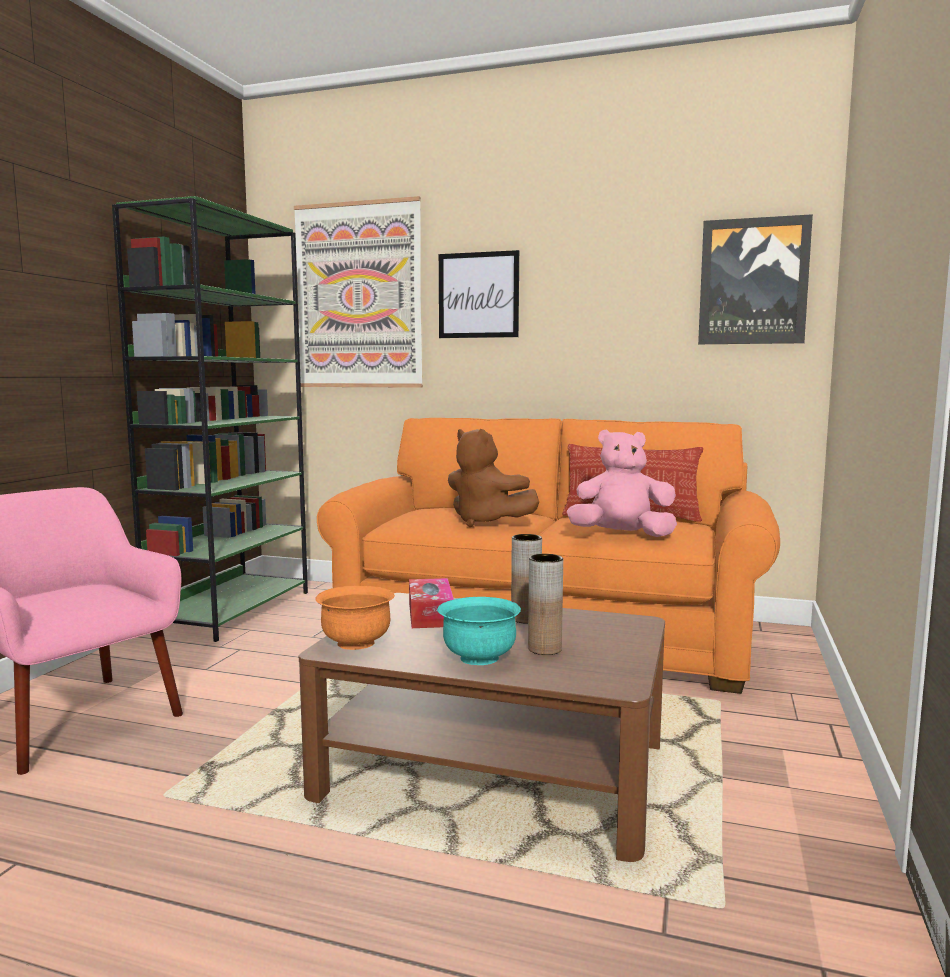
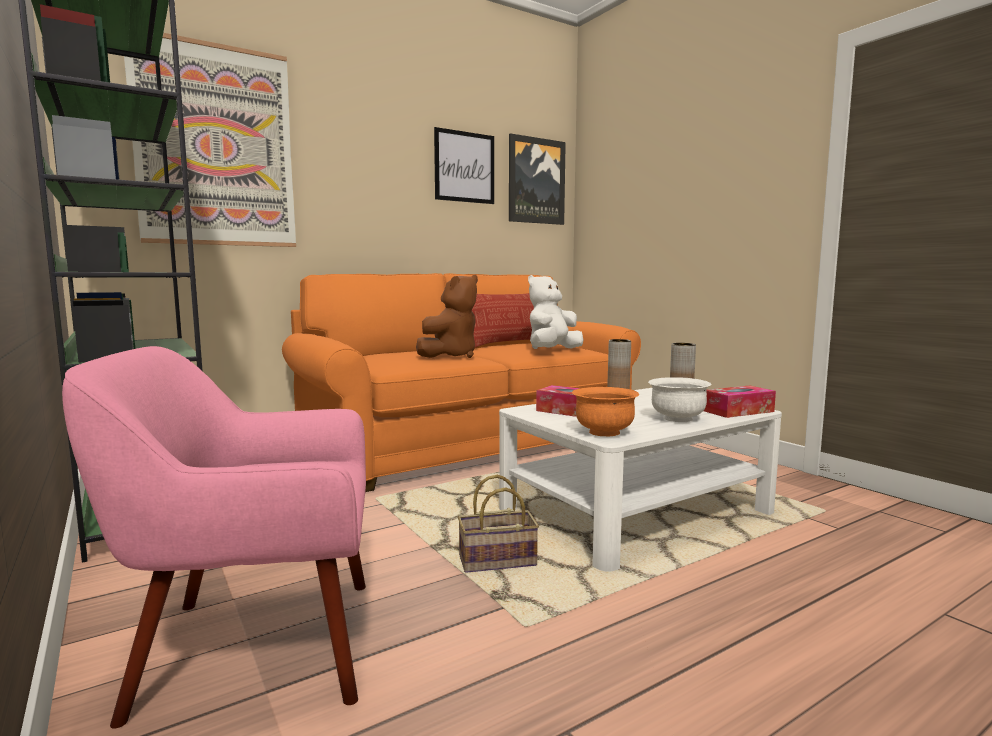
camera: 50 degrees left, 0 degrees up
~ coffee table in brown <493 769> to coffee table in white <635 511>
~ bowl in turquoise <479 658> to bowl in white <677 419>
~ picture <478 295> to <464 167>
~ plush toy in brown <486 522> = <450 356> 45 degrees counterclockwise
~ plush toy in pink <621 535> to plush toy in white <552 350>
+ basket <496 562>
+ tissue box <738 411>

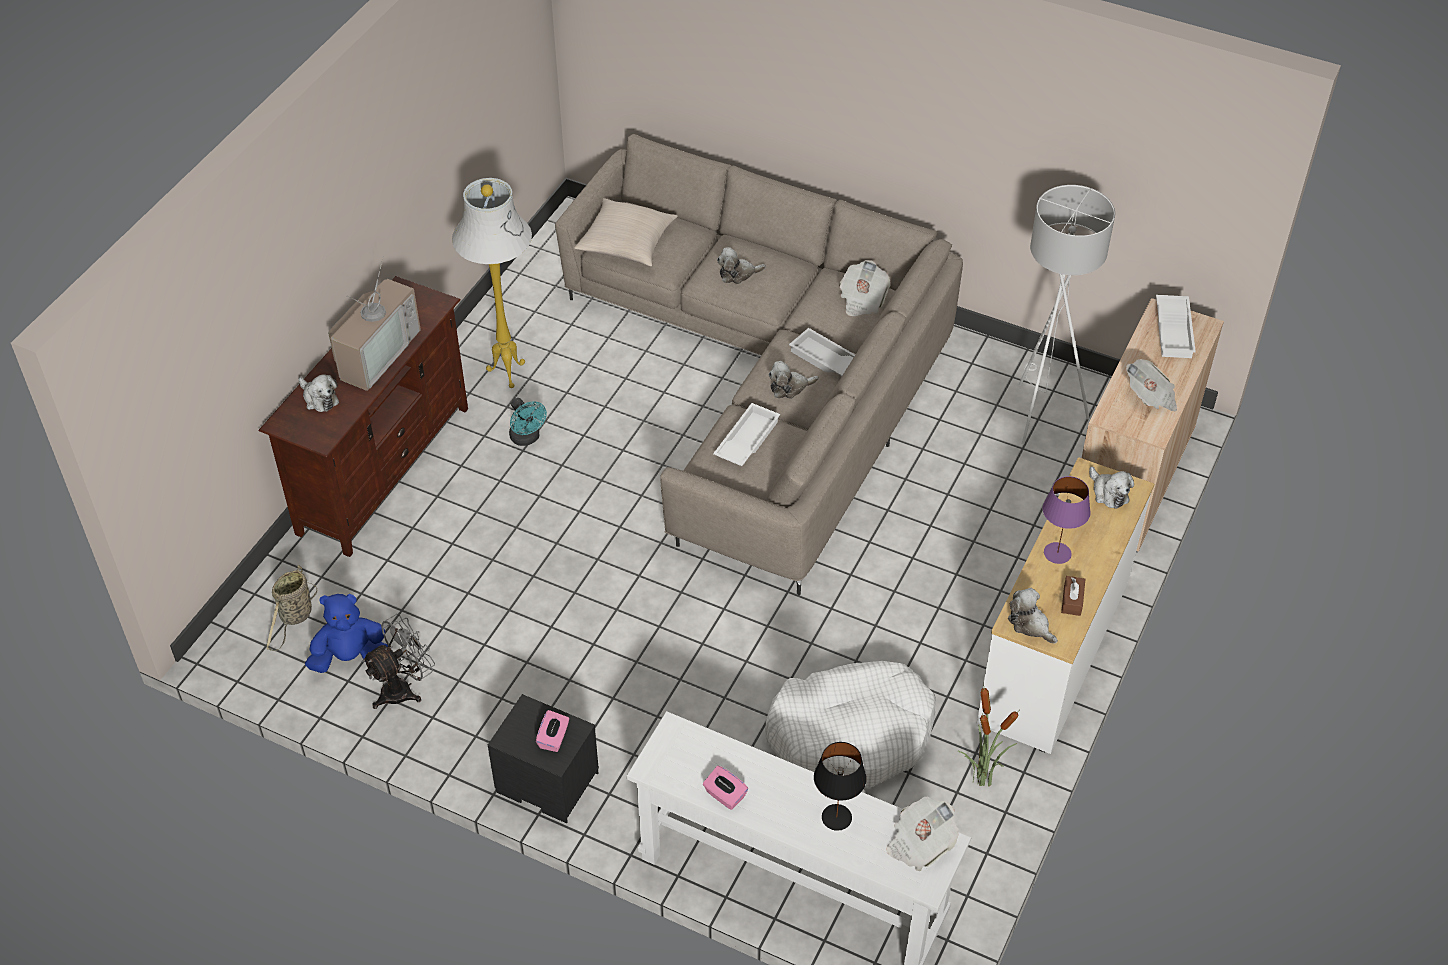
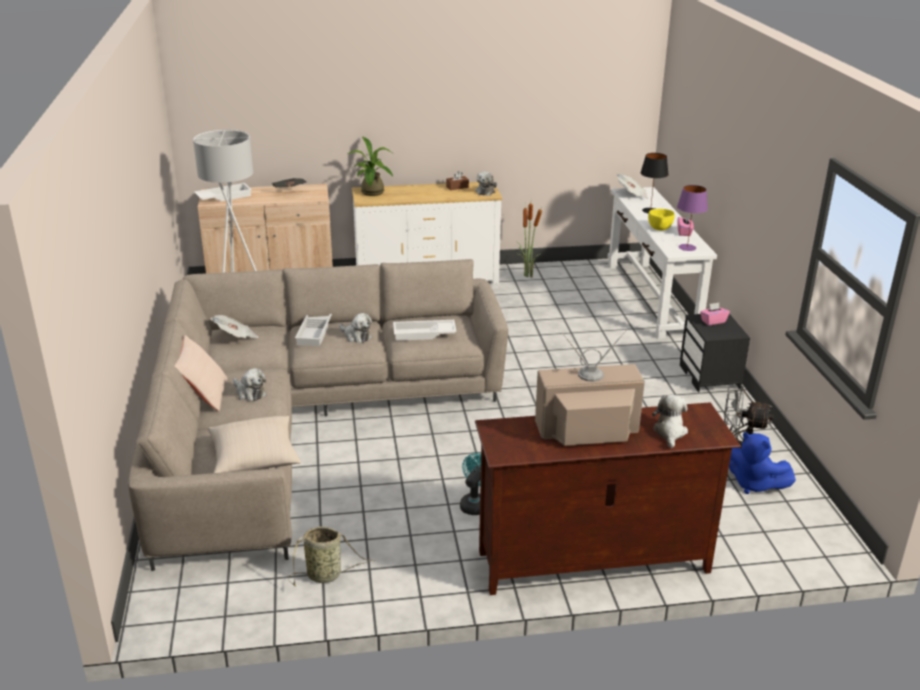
camera: 125 degrees left, 20 degrees down
~ basket <295 617> to <326 575>
- floor lamp in white <508 372>
- dog bed in white <851 734>
~ table lamp in purple <1057 553> to <687 247>
~ plush toy <1108 493> to potted plant <372 193>
+ pillow in beige <204 395>
+ bowl in yellow <660 229>

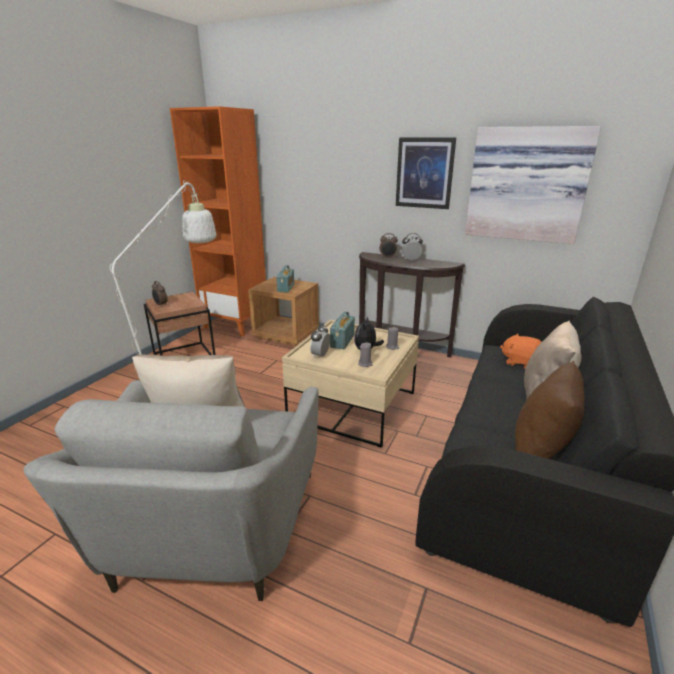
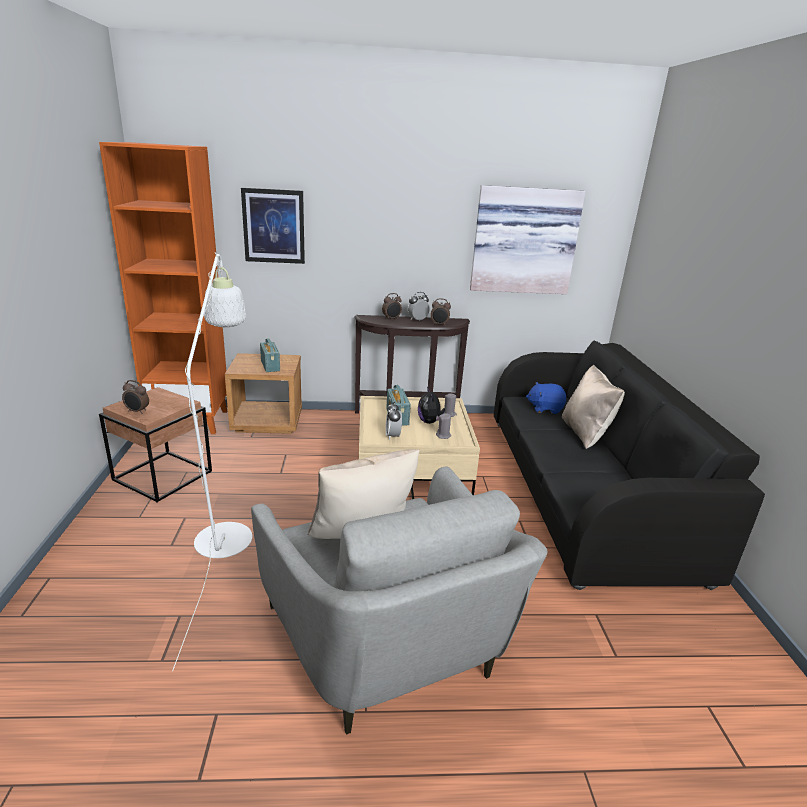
camera: 30 degrees left, 0 degrees up
~ picture <424 173> to <274 226>
~ plush toy in orange <521 362> to plush toy in blue <545 408>
- pillow in brown <540 450>
+ alarm clock <439 325>

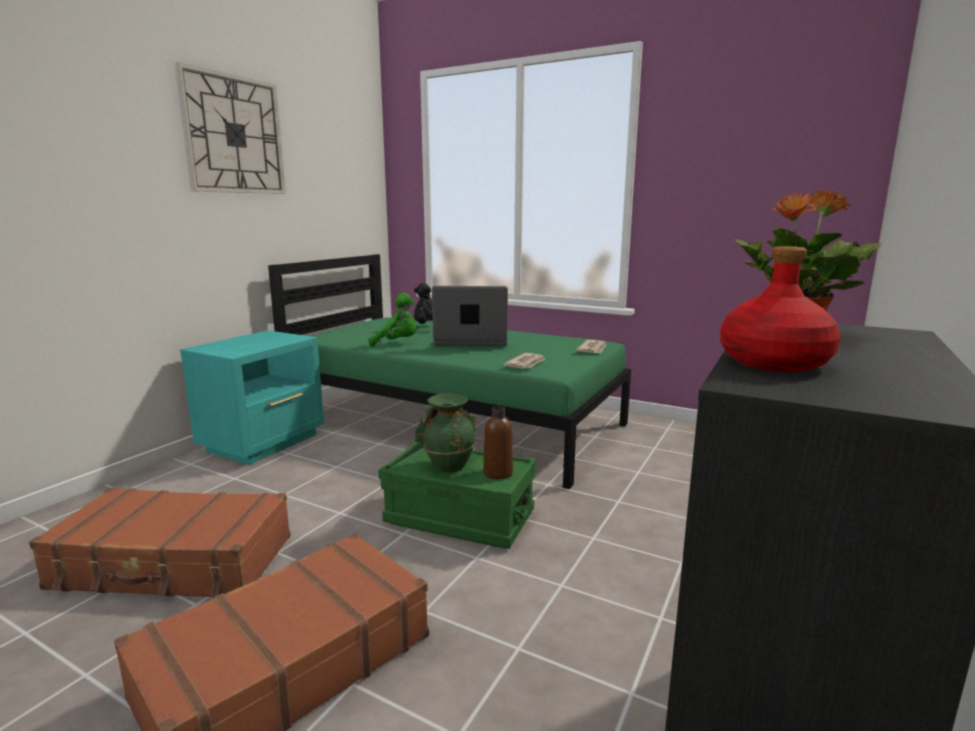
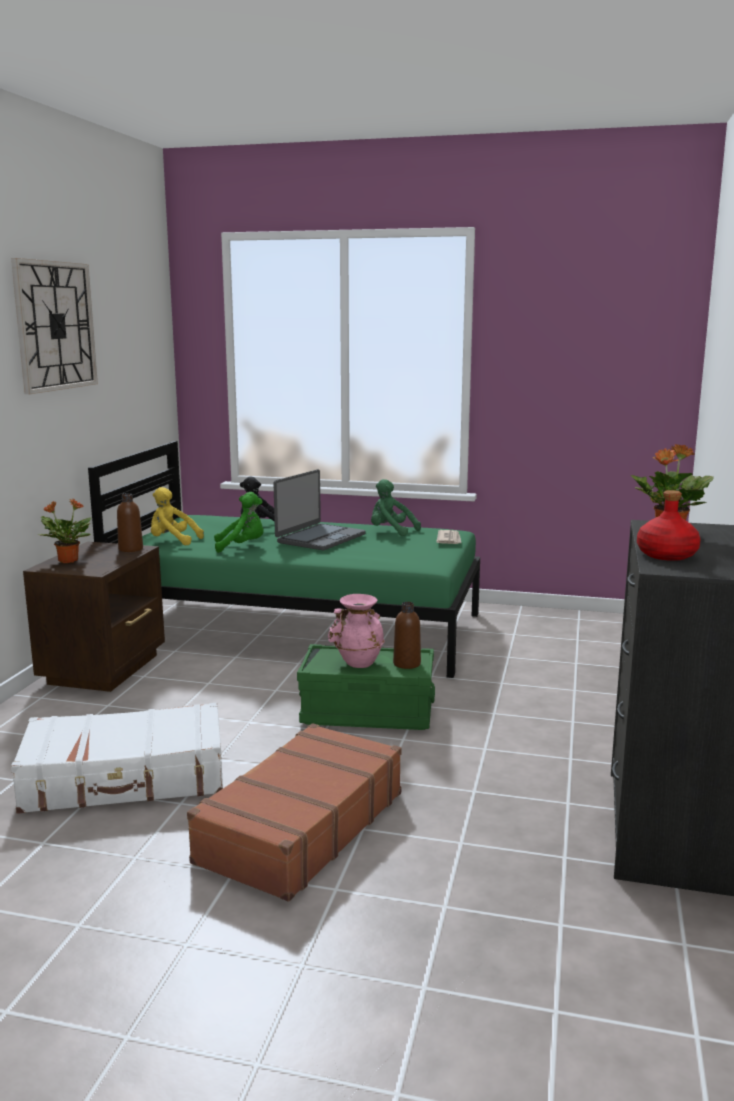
camera: 15 degrees left, 0 degrees up
~ suitcase in brown <174 563> to suitcase in white <126 779>
~ nightstand in turquoise <265 443> to nightstand in brown <106 669>
~ vase in green <448 466> to vase in pink <357 663>
~ laptop <471 340> = <320 538> 135 degrees clockwise
- newspaper <526 363>
+ potted plant <67 560>
+ bottle in brown <130 549>
+ plush toy in yellow <172 541>
+ plush toy in green <391 531>

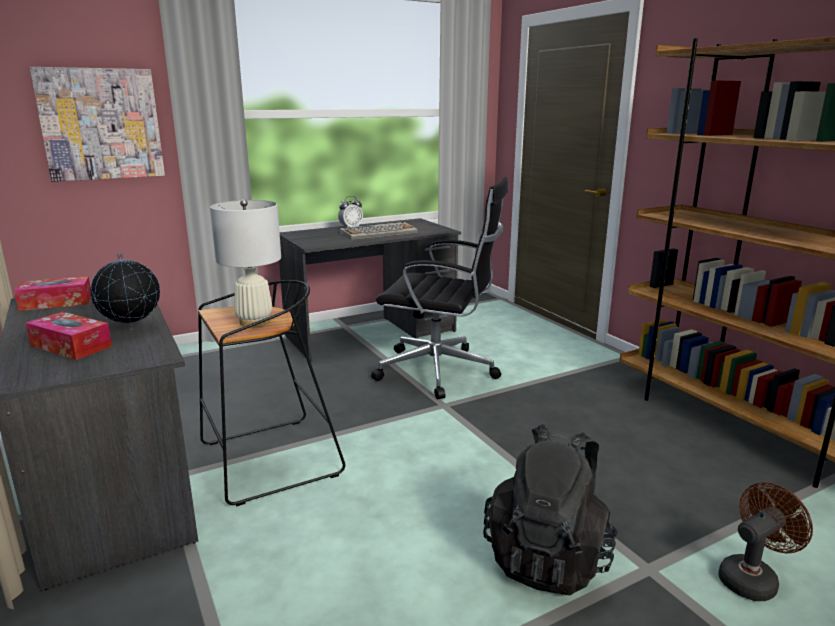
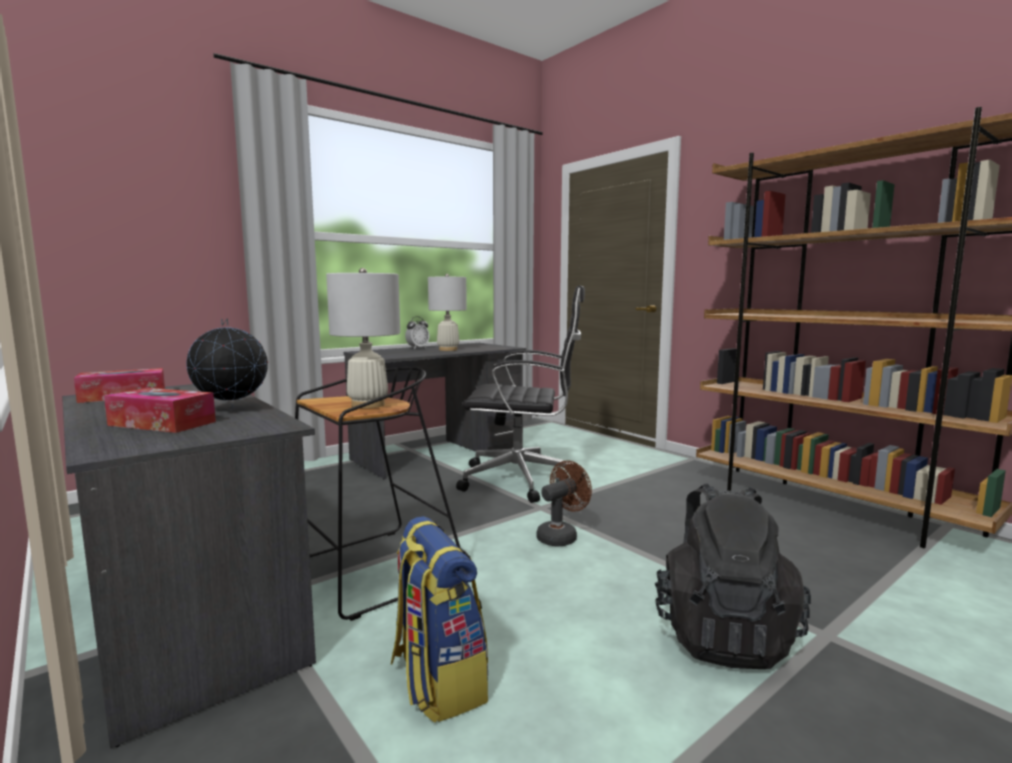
camera: 10 degrees left, 10 degrees down
- picture <101 124>
~ keyboard <379 232> to table lamp in white <448 349>
~ fan in brown <752 578> to <561 536>
+ backpack <437 681>

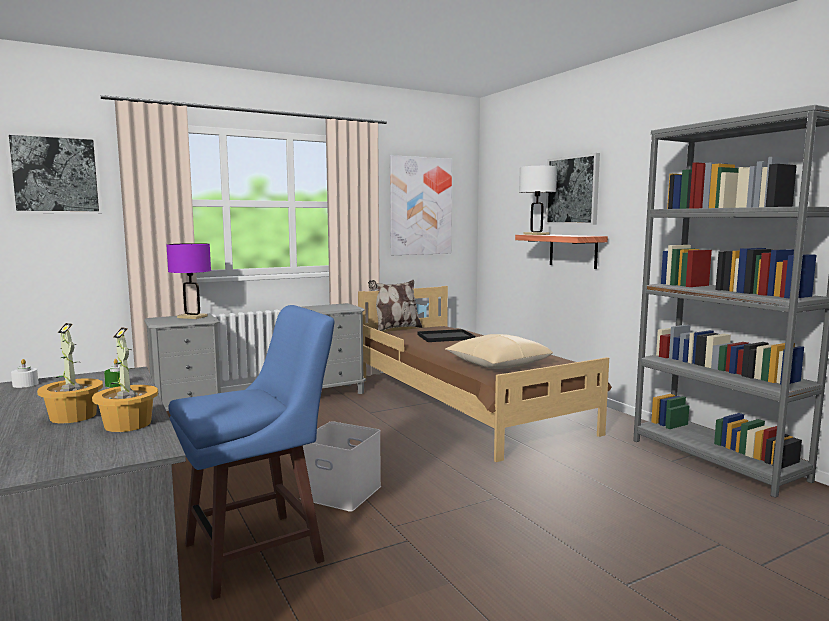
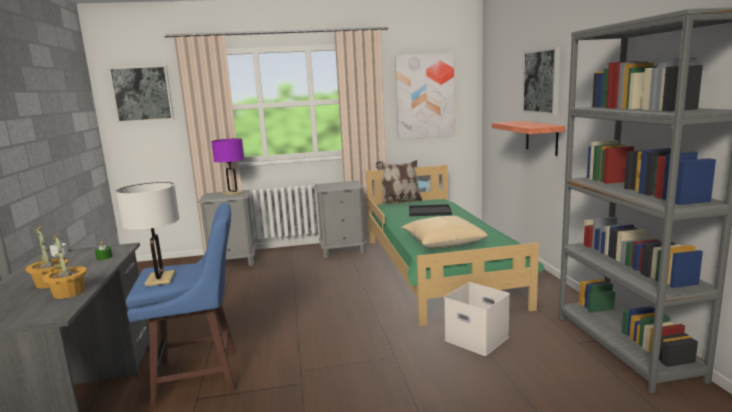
camera: 20 degrees right, 5 degrees up
~ storage box in white <339 492> to <475 338>
~ bed in brown <466 405> to bed in green <438 270>
~ table lamp in white <536 234> to <160 279>

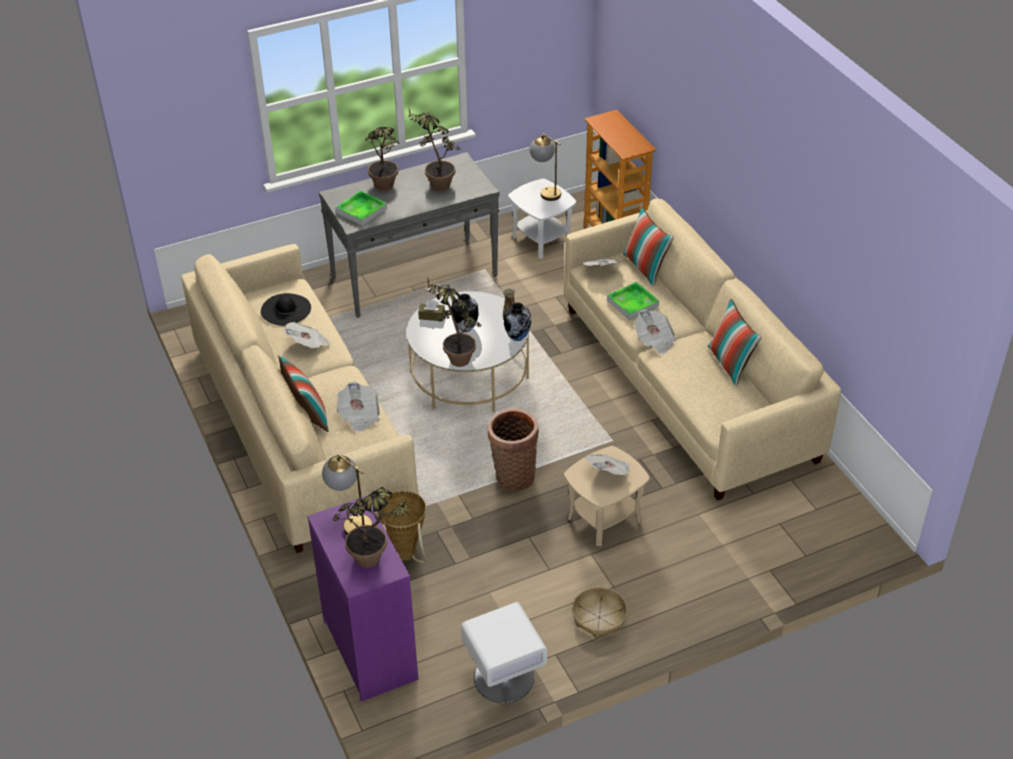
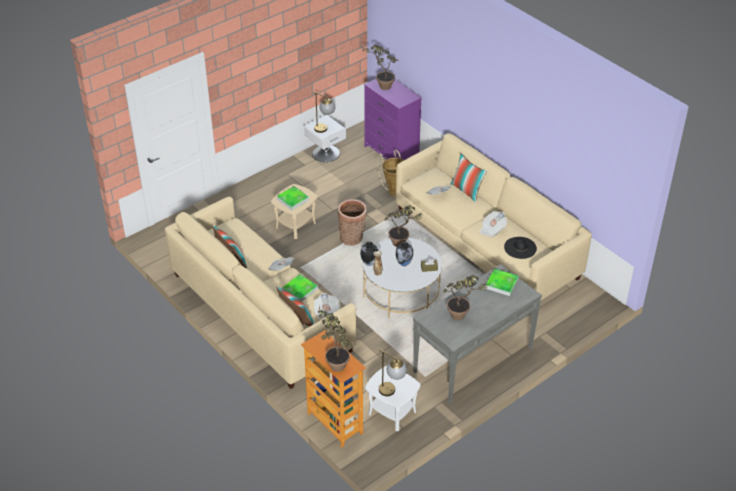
camera: 165 degrees right, 0 degrees up
~ table lamp <350 522> to <325 130>
~ potted plant <386 189> to <334 362>
- basket <599 617>
~ newspaper <609 473> to tray <292 199>

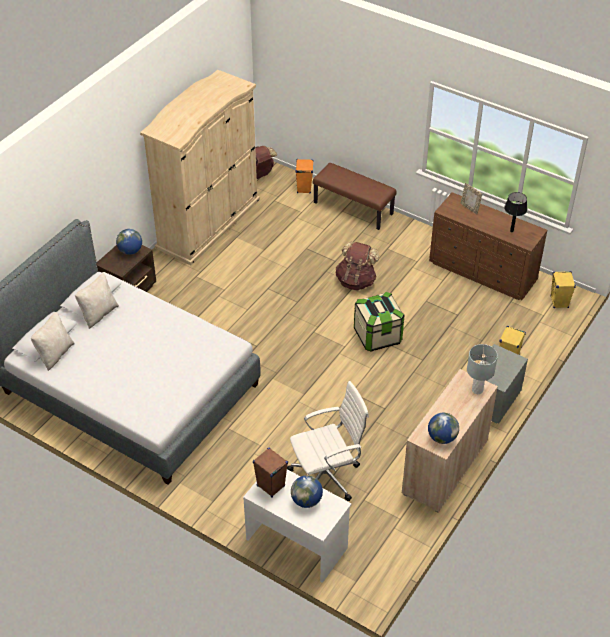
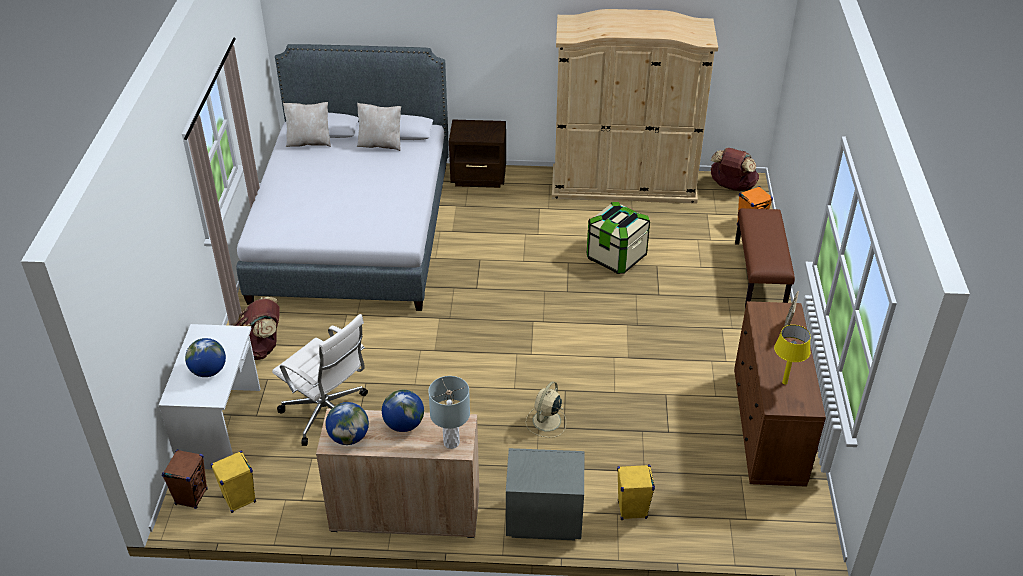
camera: 60 degrees right, 5 degrees down
~ globe <130 251> to <404 425>
~ speaker in brown <270 486> to <191 496>
~ backpack in brown <356 281> to <260 349>
~ storage box <377 336> to <616 257>
~ table lamp in black <511 231> to table lamp in yellow <785 382>
~ speaker in yellow <559 302> to <239 500>
+ fan in beige <546 421>

